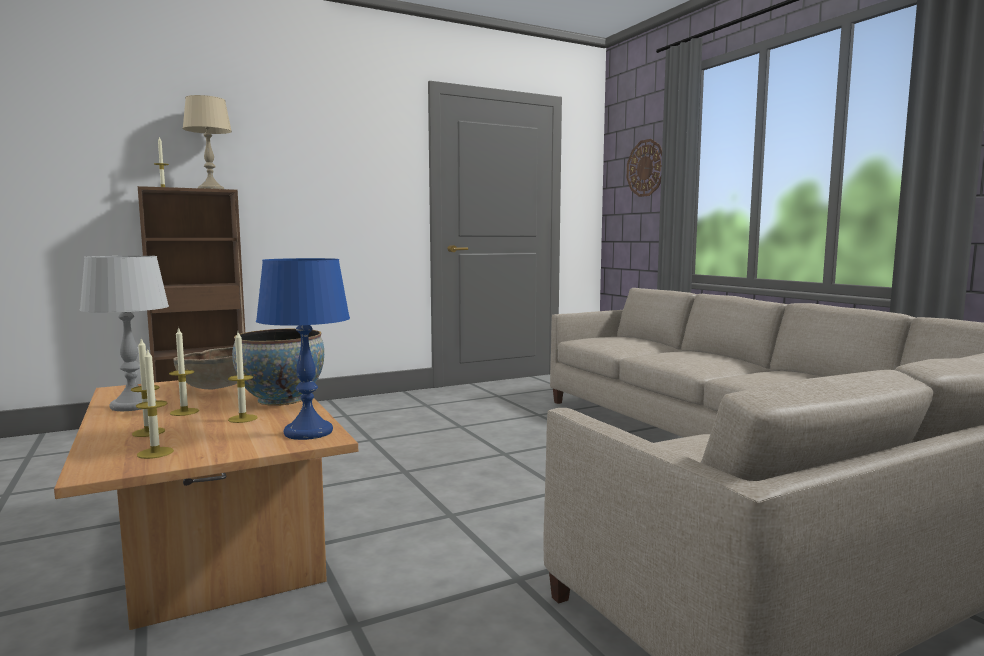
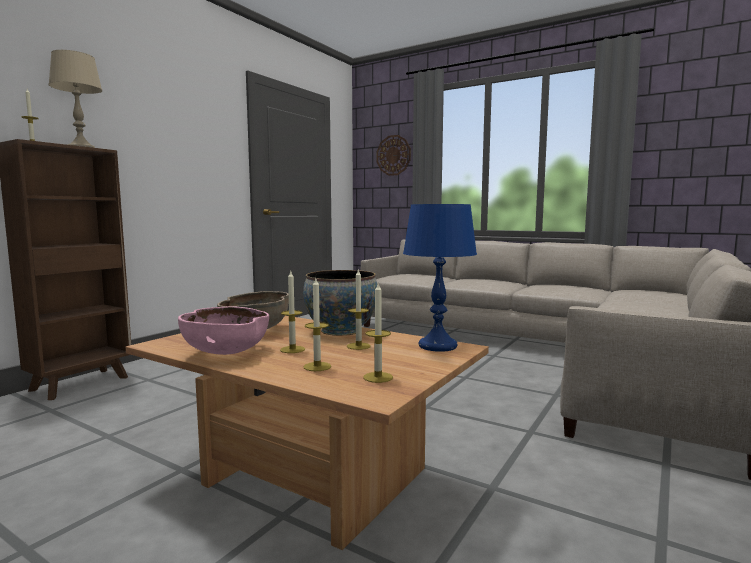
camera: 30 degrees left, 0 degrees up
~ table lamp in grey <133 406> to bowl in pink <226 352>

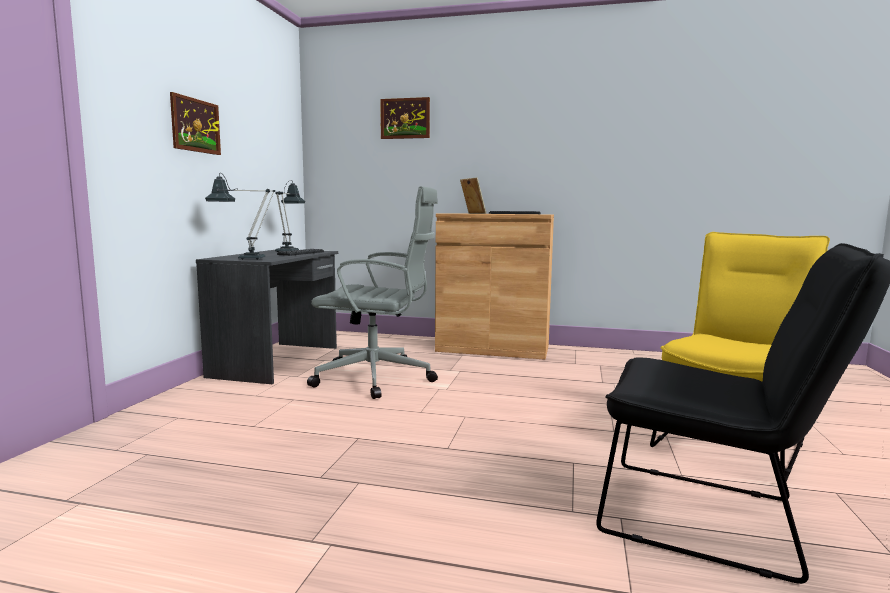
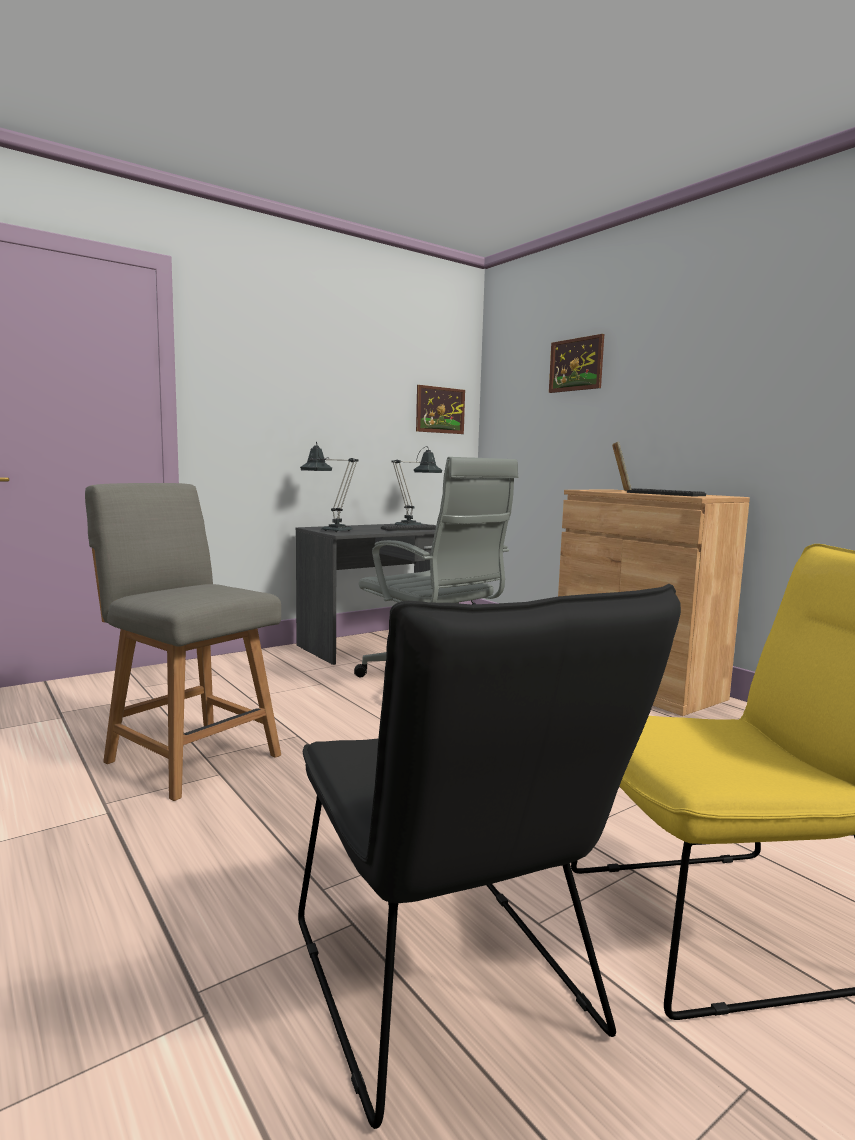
camera: 40 degrees right, 0 degrees up
~ picture <195 125> to <440 410>
+ chair in grey <190 756>

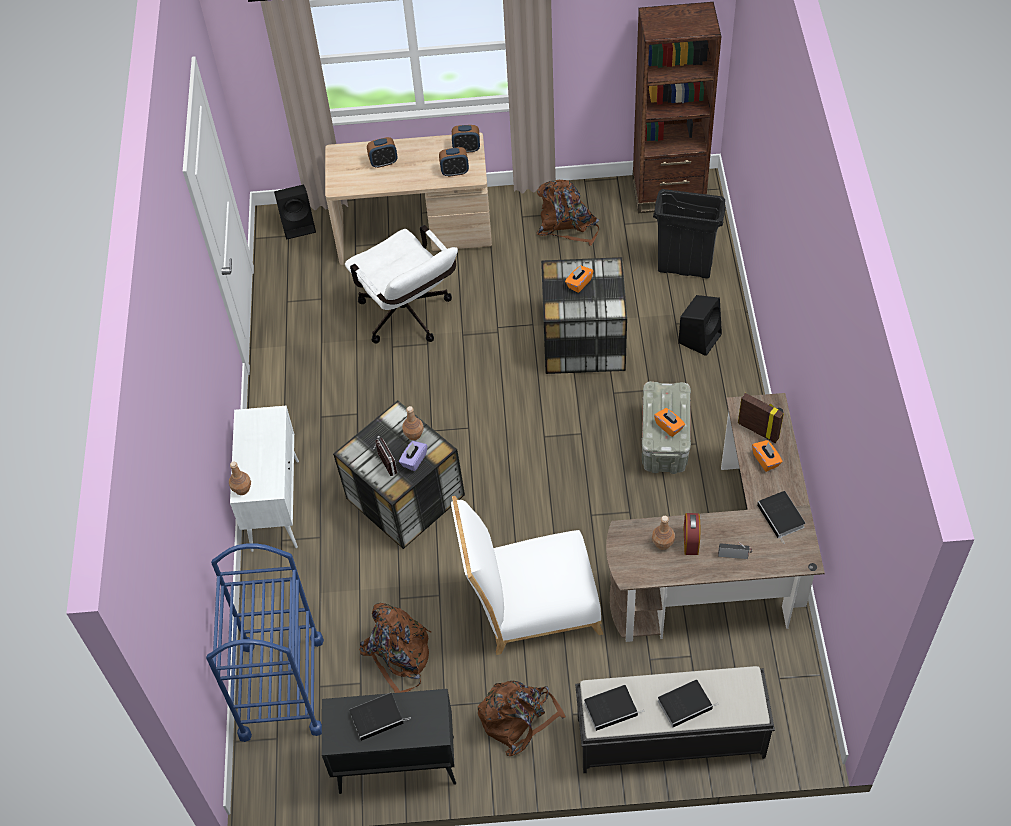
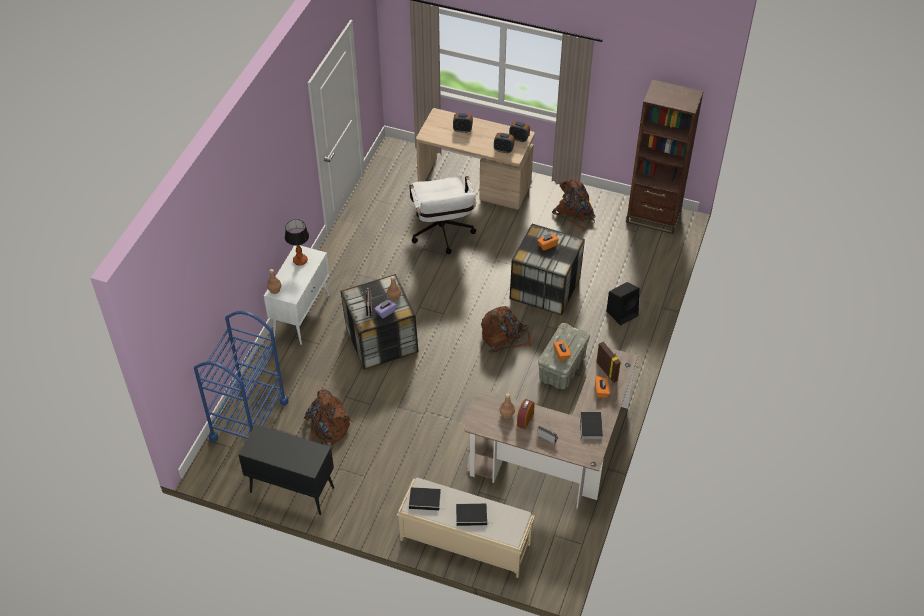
camera: 20 degrees right, 5 degrees down
- speaker in black <299 225>
- book <378 717>
- chair in white <530 605>
~ backpack in brown <518 718> to <504 338>
~ bench in black <668 737> to bench in beige <464 541>
- trash can in black <685 268>
+ table lamp <300 261>

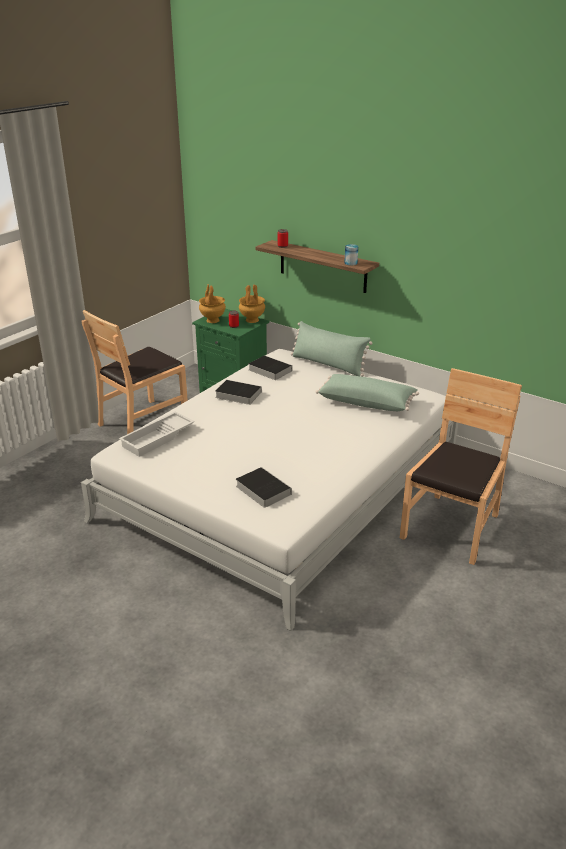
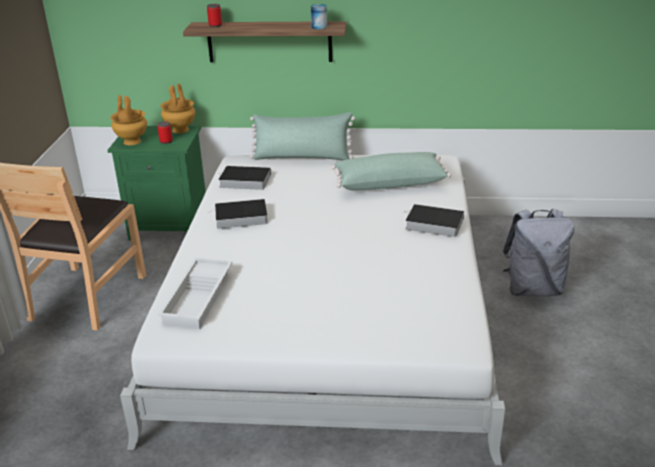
camera: 30 degrees left, 0 degrees up
~ book <261 489> to <432 224>
~ chair in brown <451 527> to backpack in grey <533 289>

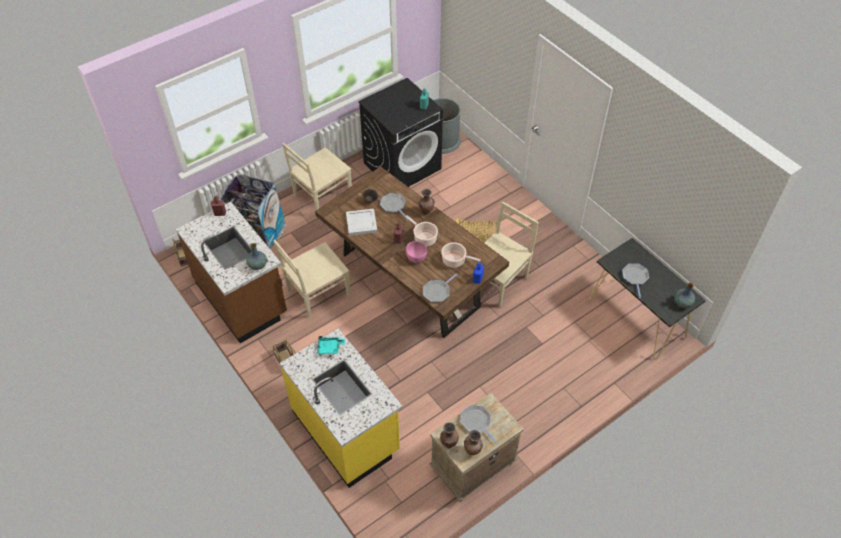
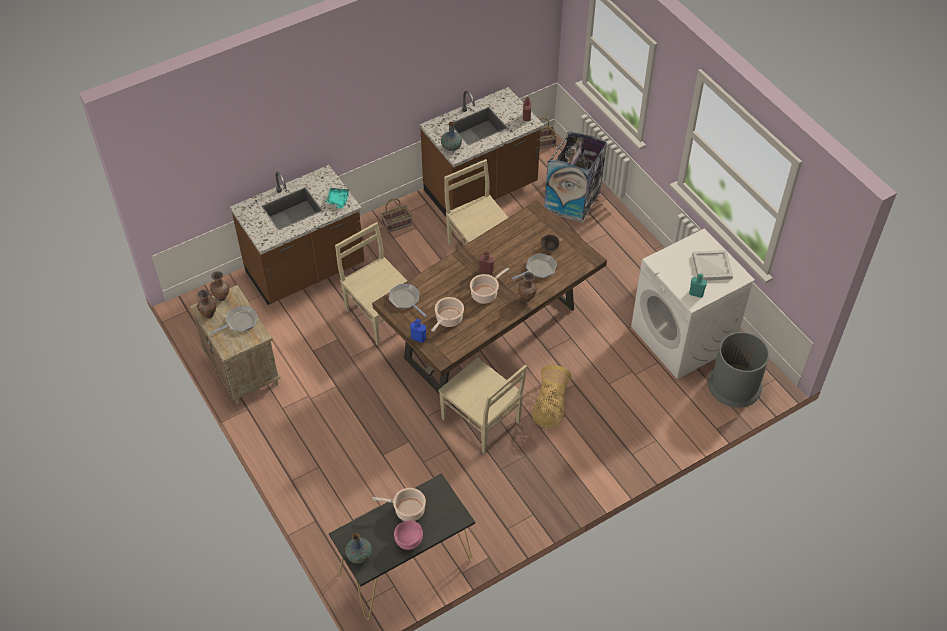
camera: 95 degrees right, 0 degrees up
~ counter in yellow <346 431> to counter in brown <306 271>
~ chair in beige <321 196> to <380 314>
~ tray in white <361 223> to <711 266>
~ washing machine in black <402 165> to washing machine in white <683 338>
~ bowl in pink <416 258> to <409 541>
~ frying pan <635 277> to cooking pot <407 510>

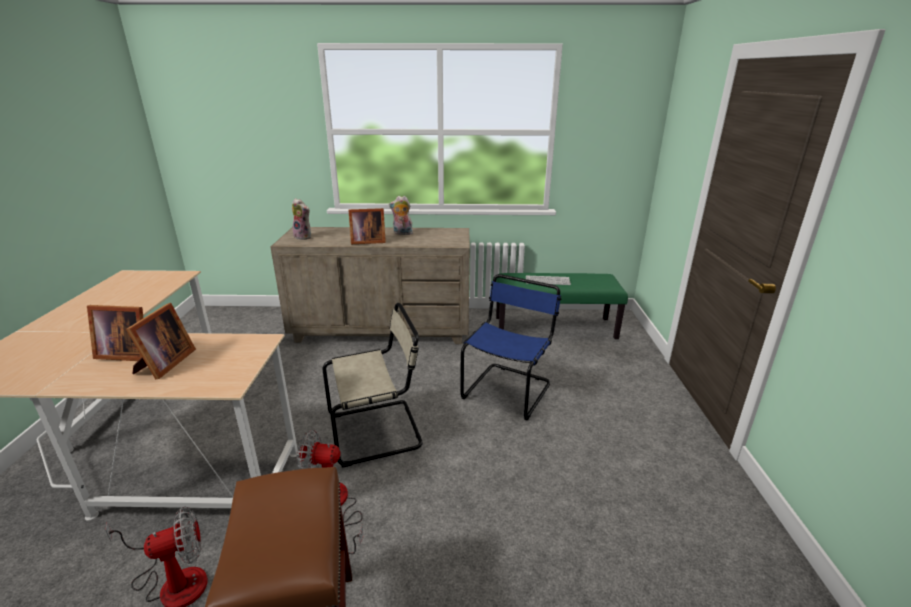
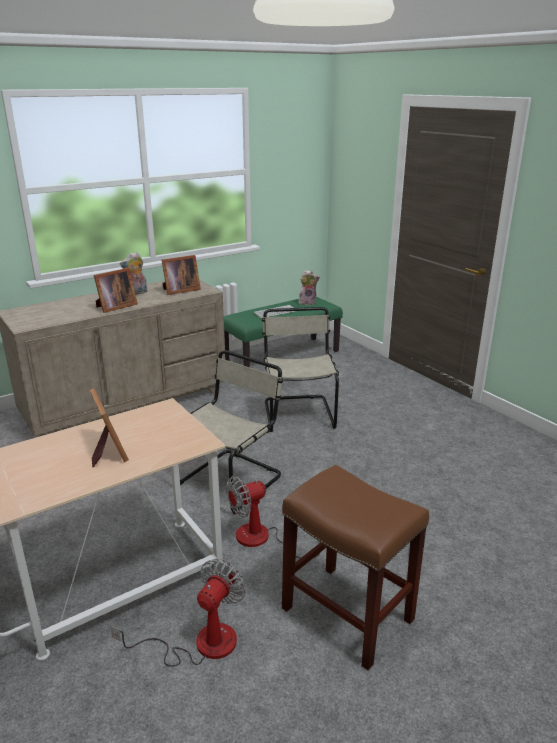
camera: 35 degrees left, 0 degrees up
~ picture frame <126 353> to <180 290>
~ plush toy <304 237> to <307 302>
~ chair in blue <508 389> to chair in beige <298 412>

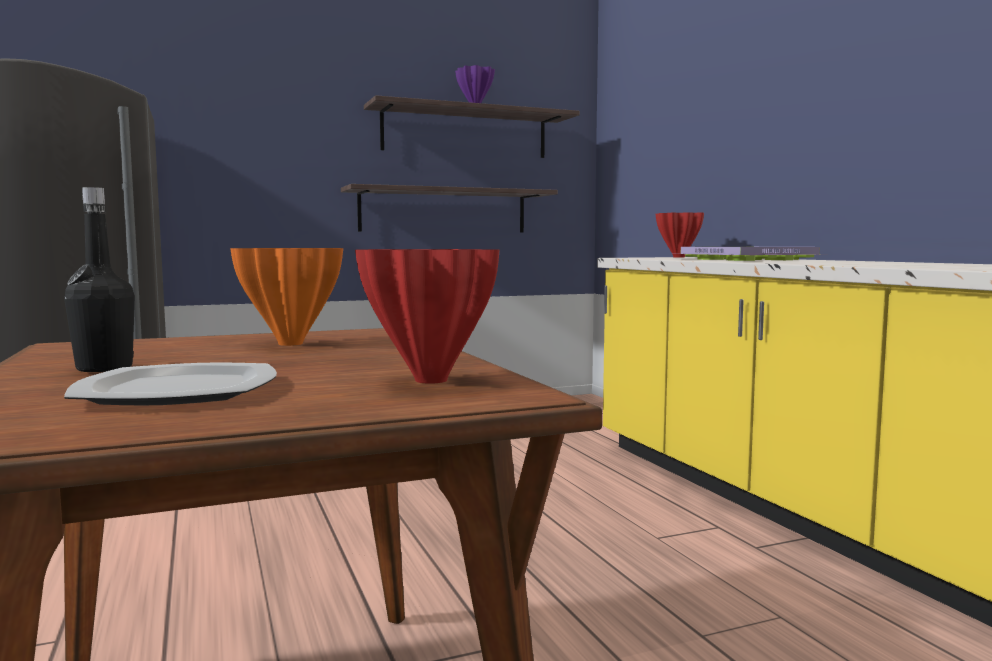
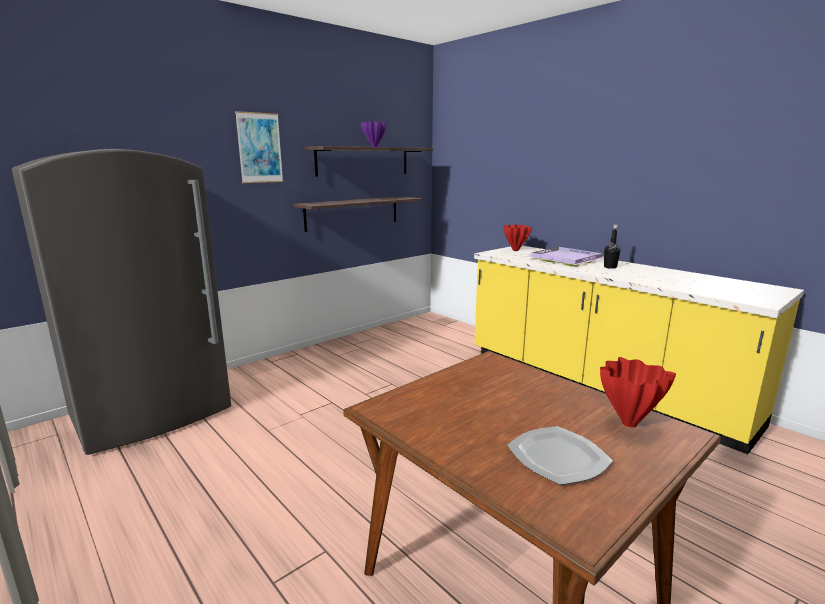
camera: 20 degrees left, 10 degrees up
~ bottle in black <104 368> to <610 267>
- vase in orange <292 344>
+ picture <259 148>

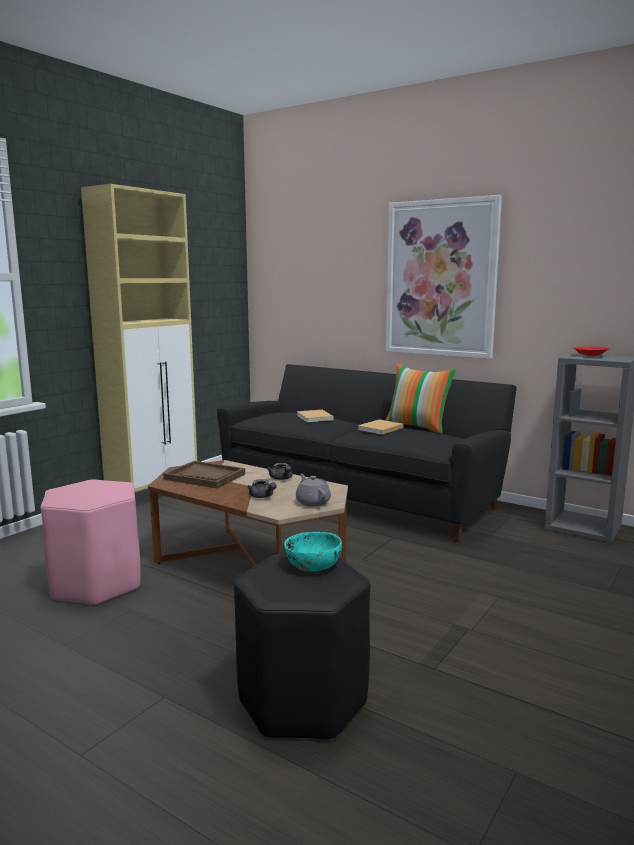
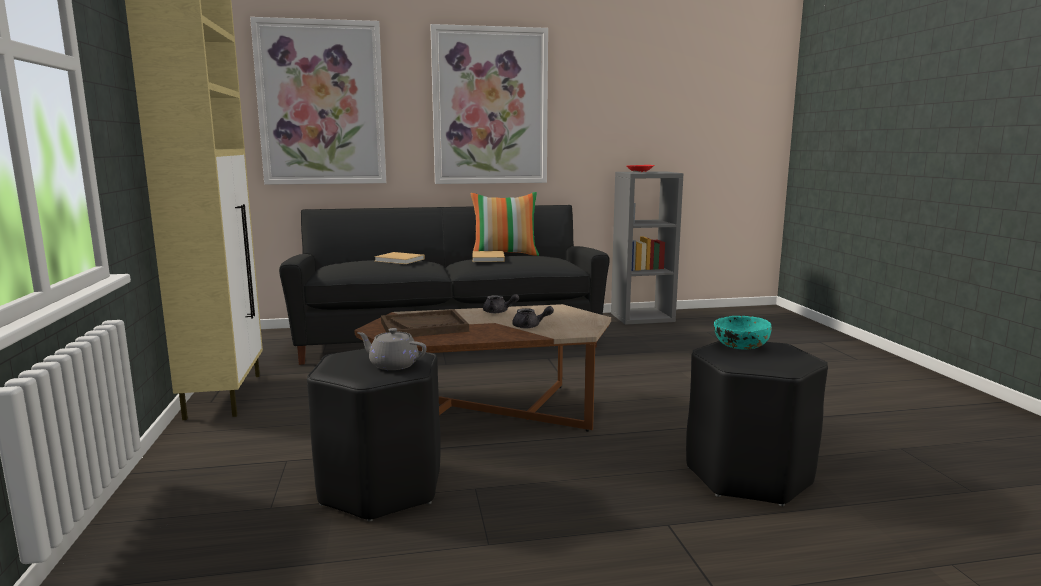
camera: 45 degrees left, 0 degrees up
~ stool in pink <96 584> to stool in black <381 488>
~ teapot in grey <312 502> to <392 365>
+ picture <321 103>

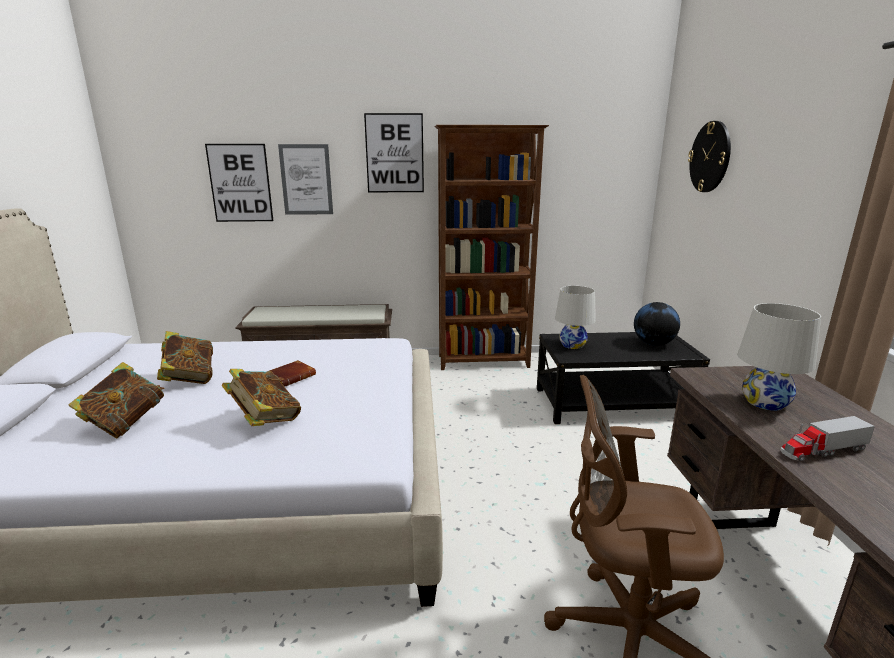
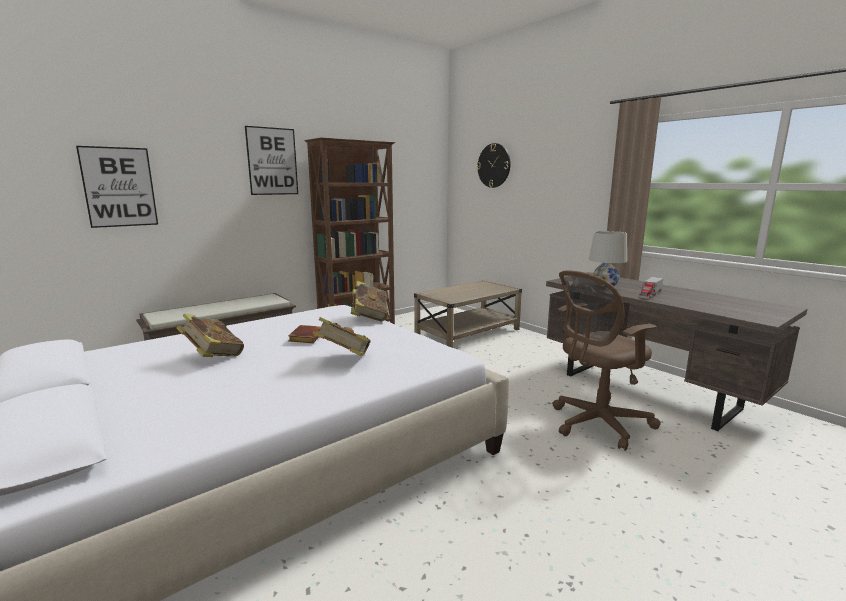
camera: 35 degrees left, 5 degrees down
~ book <126 424> to <369 318>
- picture <306 179>
~ coffee table in black <612 404> to coffee table in beige <468 333>
- table lamp in white <572 345>
- globe <653 344>

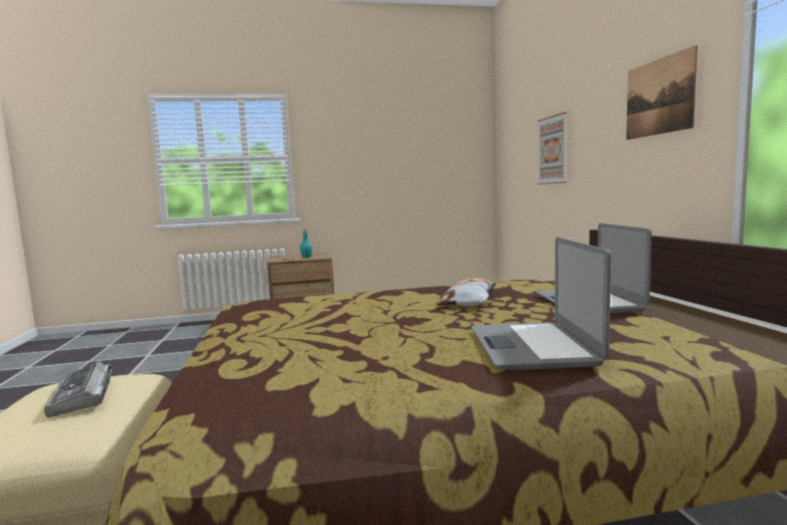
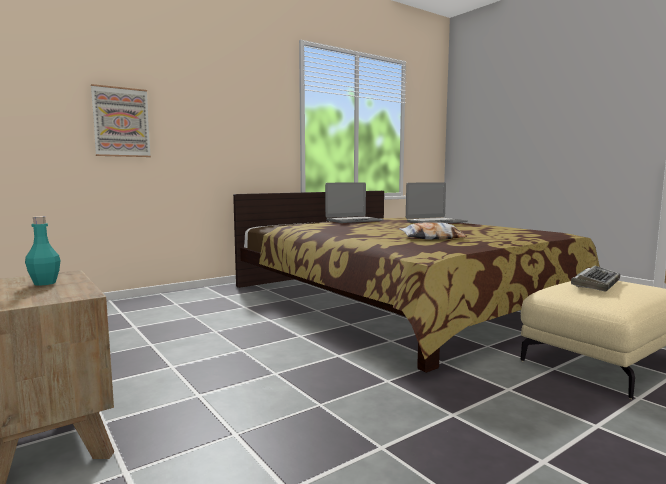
camera: 115 degrees left, 0 degrees up
~ pillow <468 301> to <432 238>
- picture <659 97>

